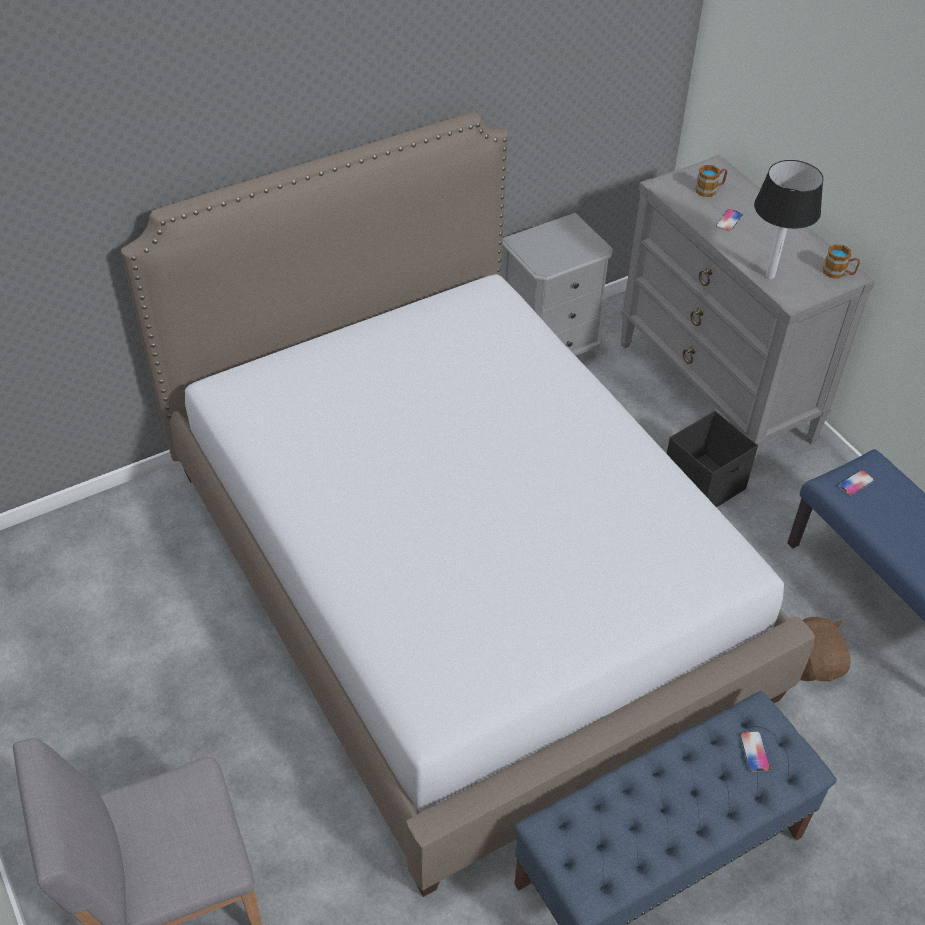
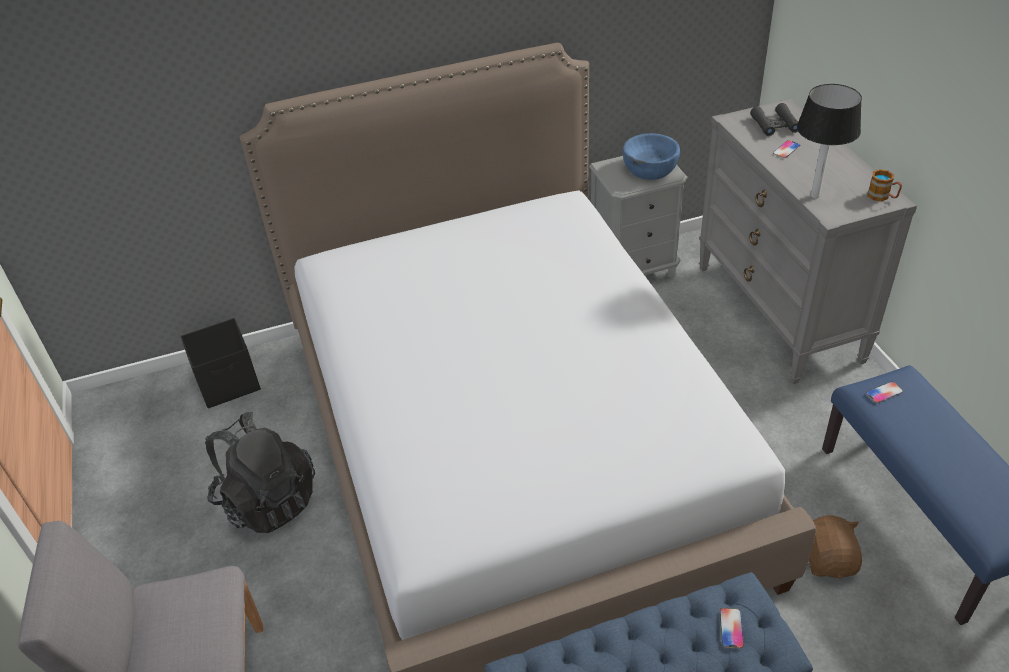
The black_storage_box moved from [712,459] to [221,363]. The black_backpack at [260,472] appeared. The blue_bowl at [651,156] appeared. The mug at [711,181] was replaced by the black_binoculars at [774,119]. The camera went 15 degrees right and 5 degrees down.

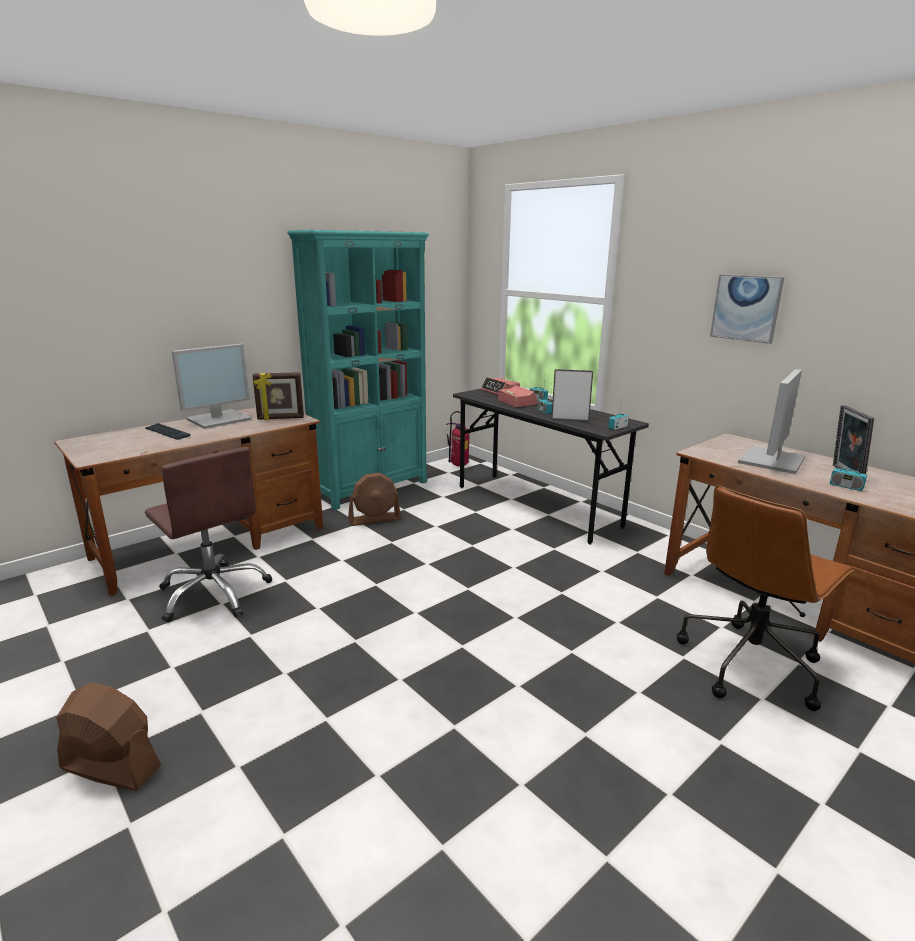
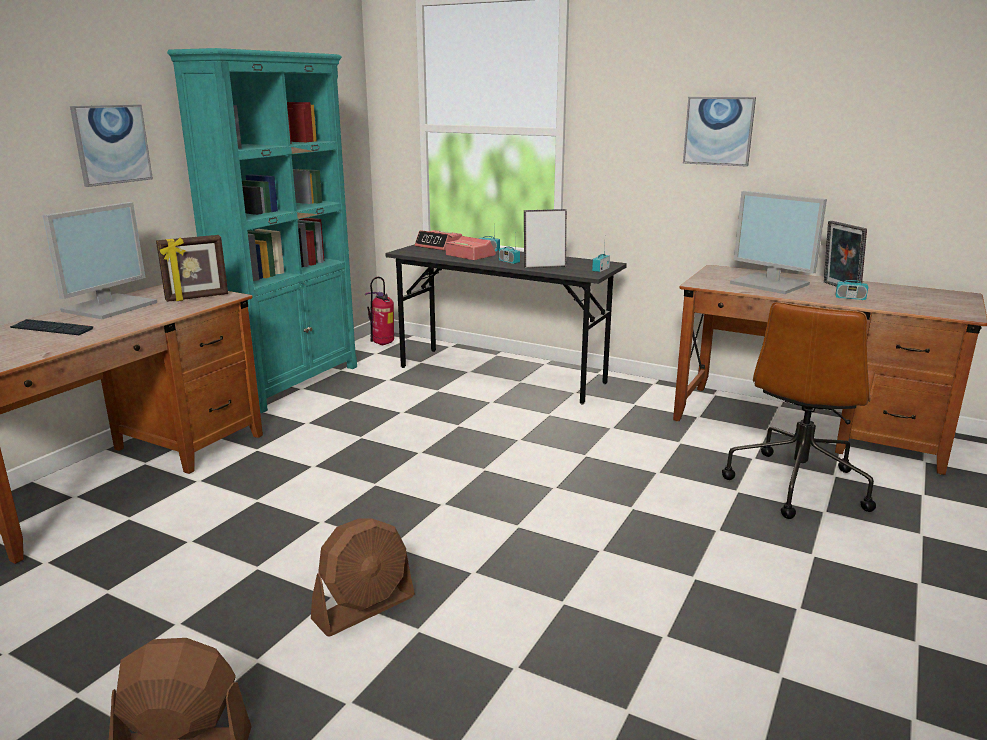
The picture at [111,145] appeared. The brown_fan moved from [374,499] to [363,577]. The monitor at [771,421] turned 60 degrees counterclockwise. The brown_office_chair at [208,534] disappeared. The camera went 20 degrees left and 0 degrees up.

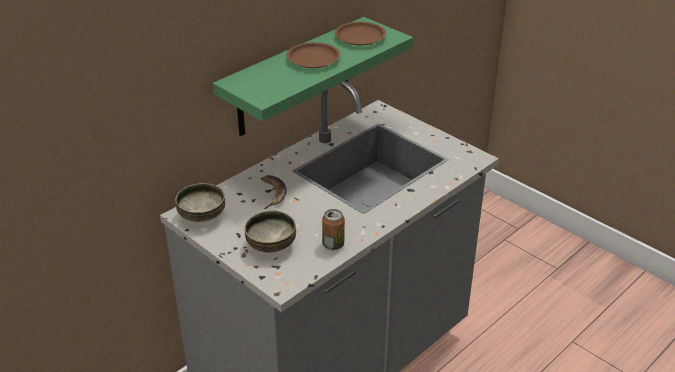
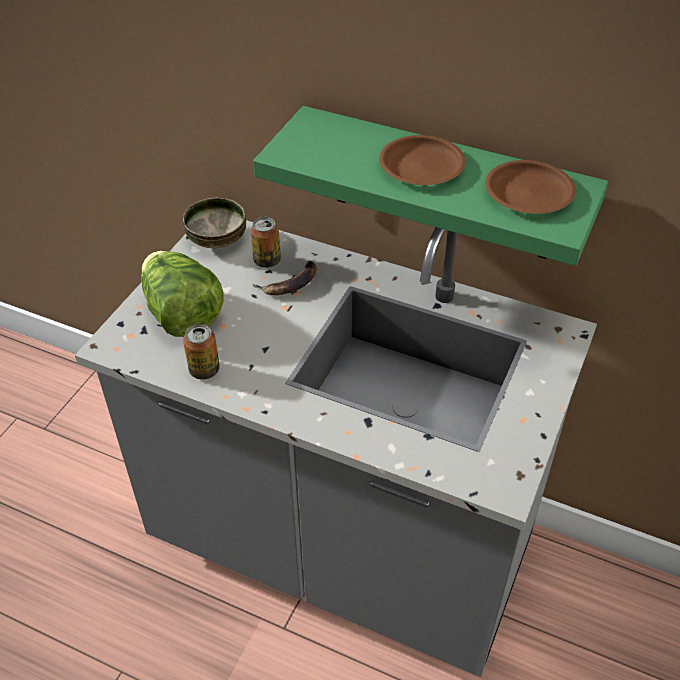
The bowl at [270,231] was replaced by the lettuce at [182,294]. The can at [265,242] appeared. The camera went 70 degrees right and 10 degrees up.

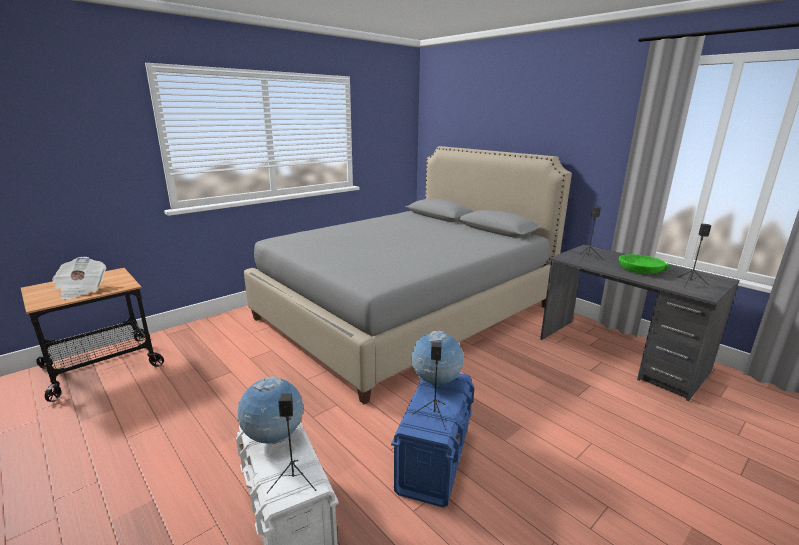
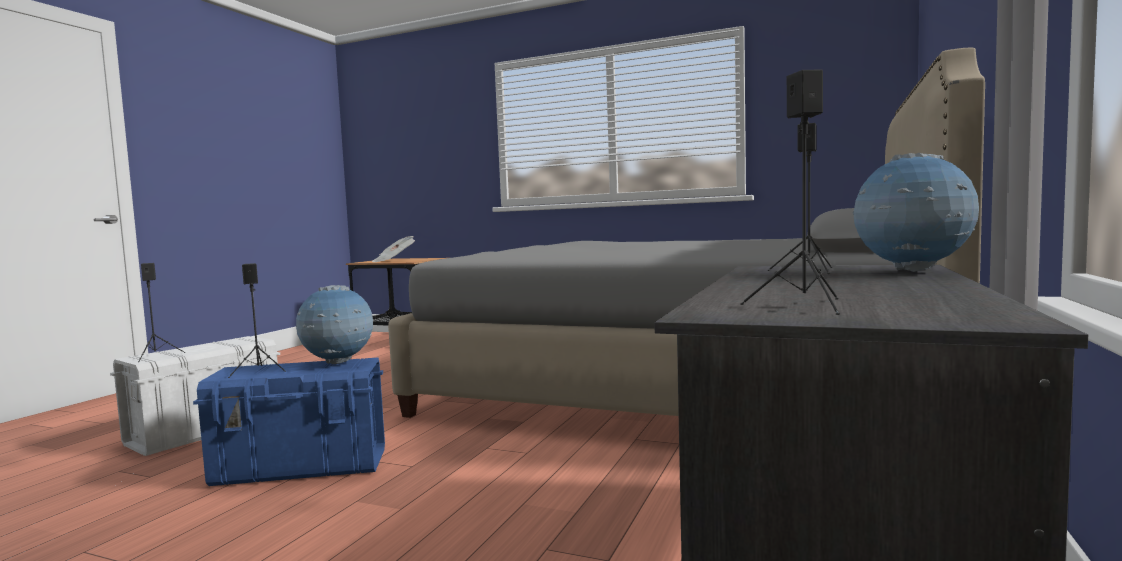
The globe moved from [270,410] to [915,212]. The green_bowl at [644,264] disappeared. The camera went 65 degrees right and 15 degrees down.

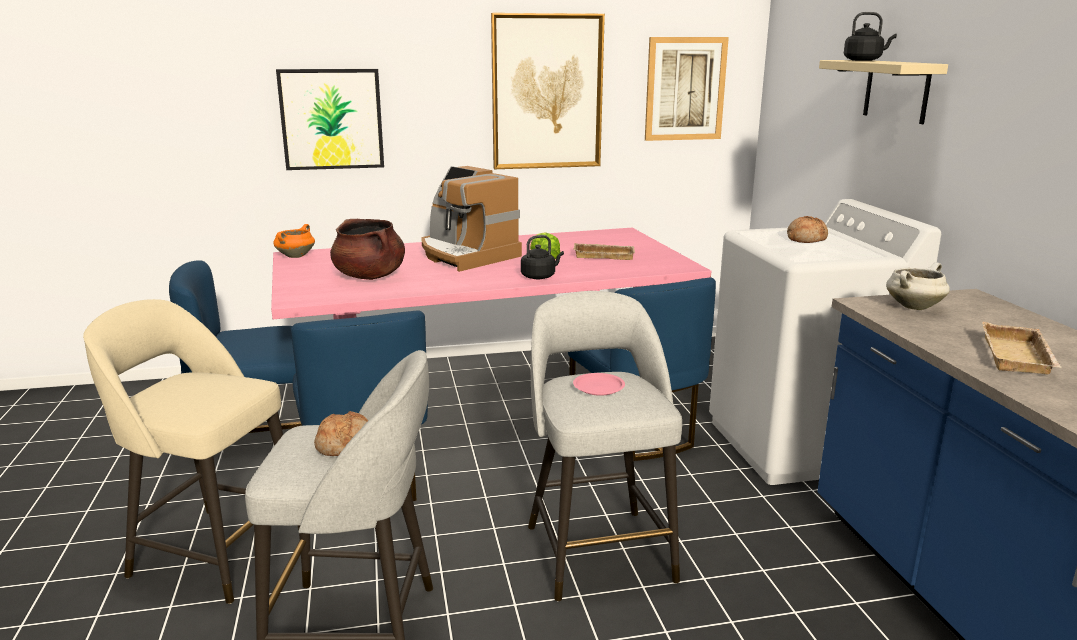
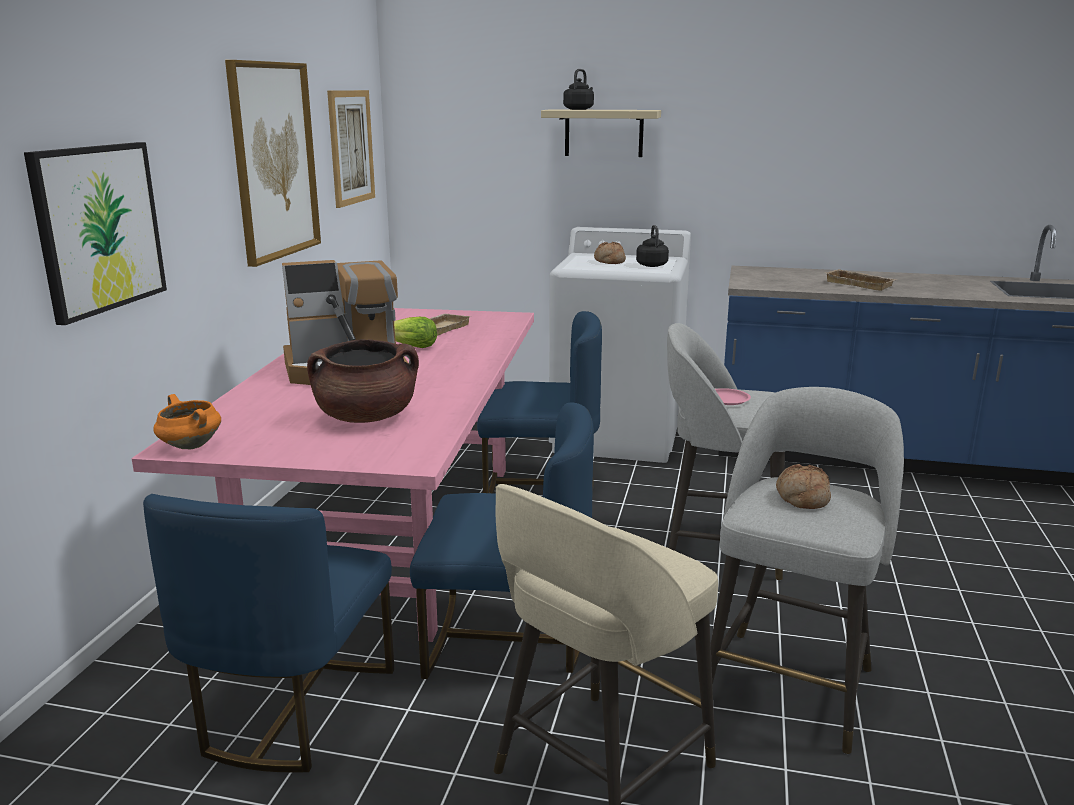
The black_kettle moved from [542,257] to [652,246]. The white_cooking_pot at [918,286] disappeared. The camera went 65 degrees left and 0 degrees up.

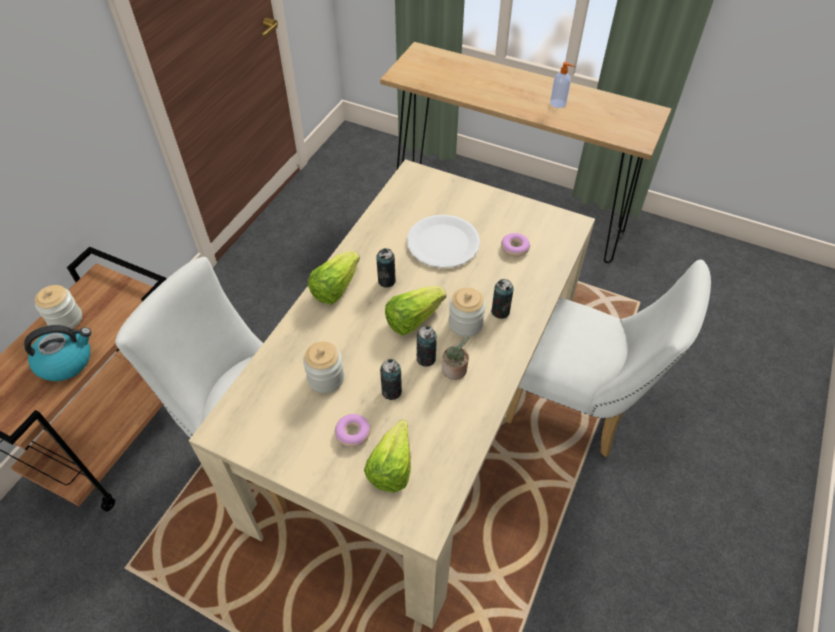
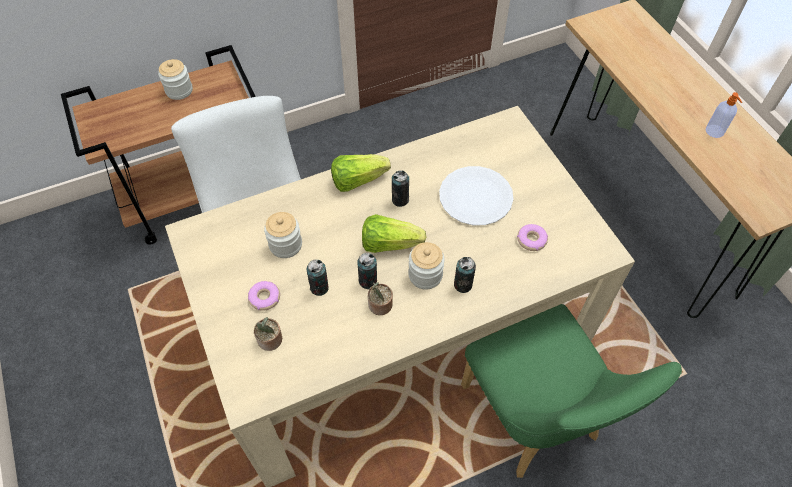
The lettuce at [387,456] was replaced by the potted_plant at [268,334]. The white_chair at [608,358] became the green_chair at [571,391]. The kettle at [57,353] disappeared. The camera went 40 degrees right and 5 degrees up.

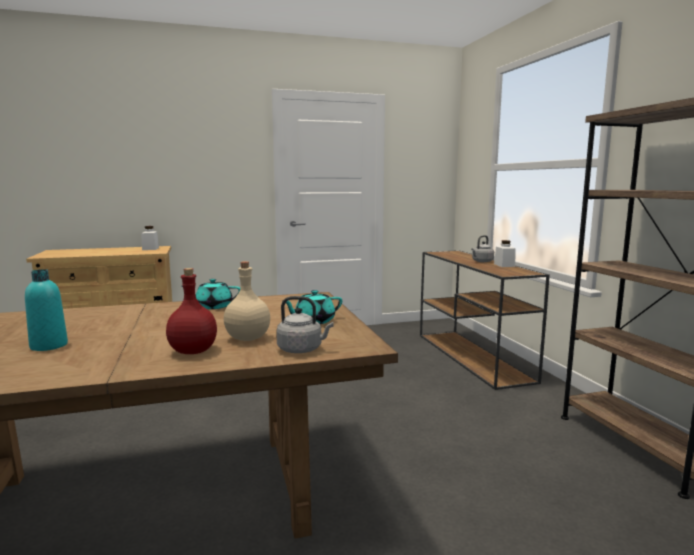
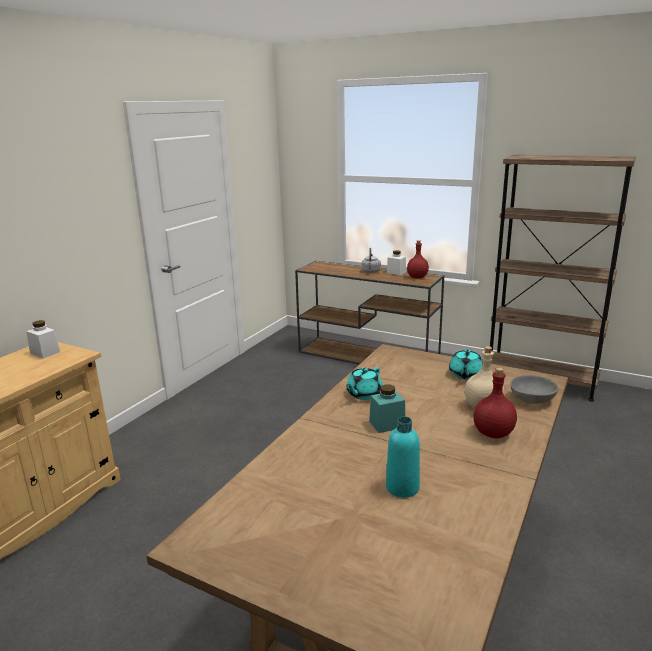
The turquoise_jar at [387,408] appeared. The red_bottle at [418,259] appeared. The grey_kettle at [305,324] was replaced by the grey_bowl at [534,389]. The camera went 45 degrees left and 10 degrees up.

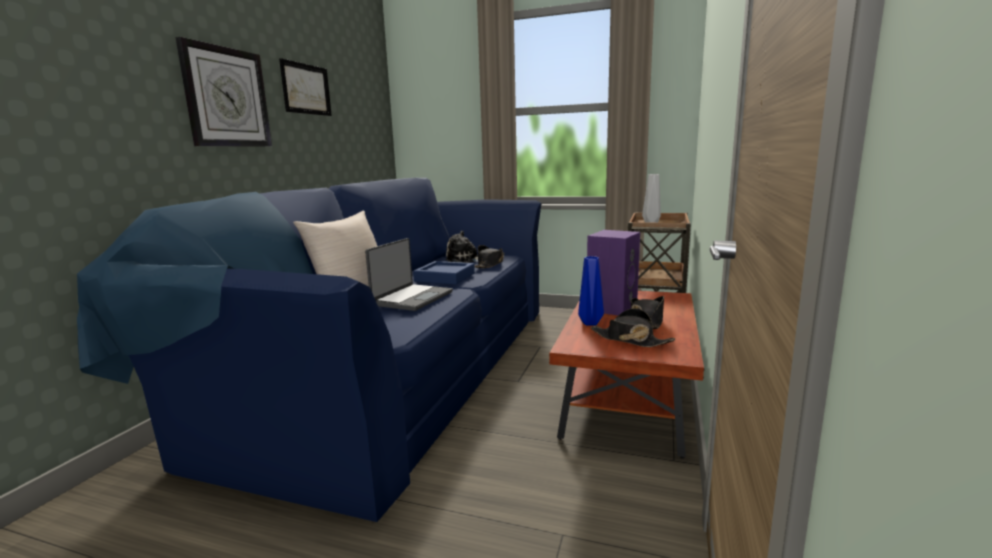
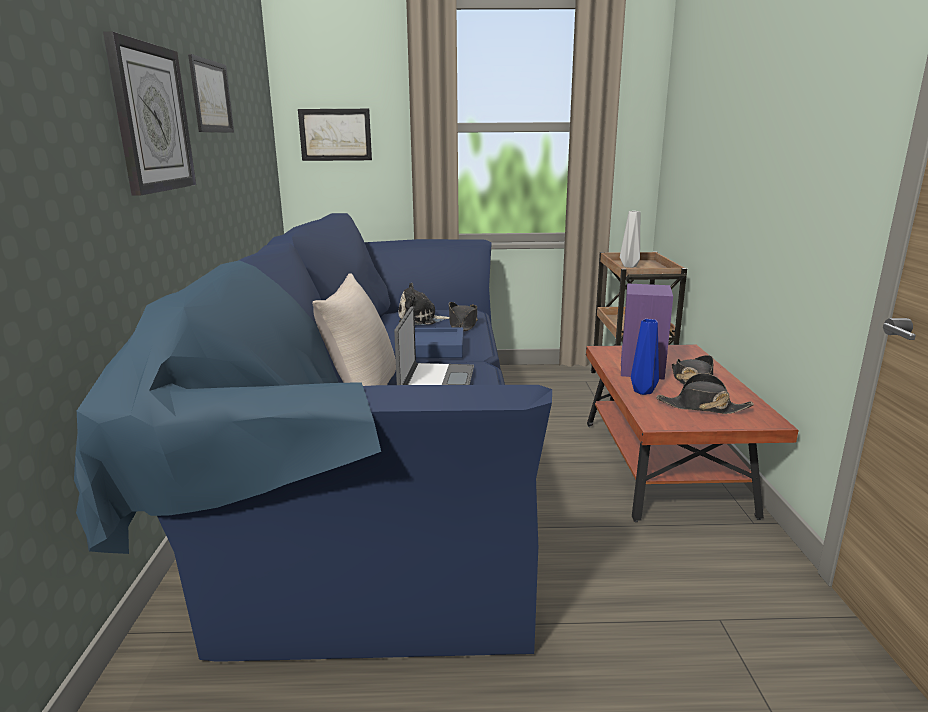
The picture at [335,135] appeared. The camera went 20 degrees left and 5 degrees up.

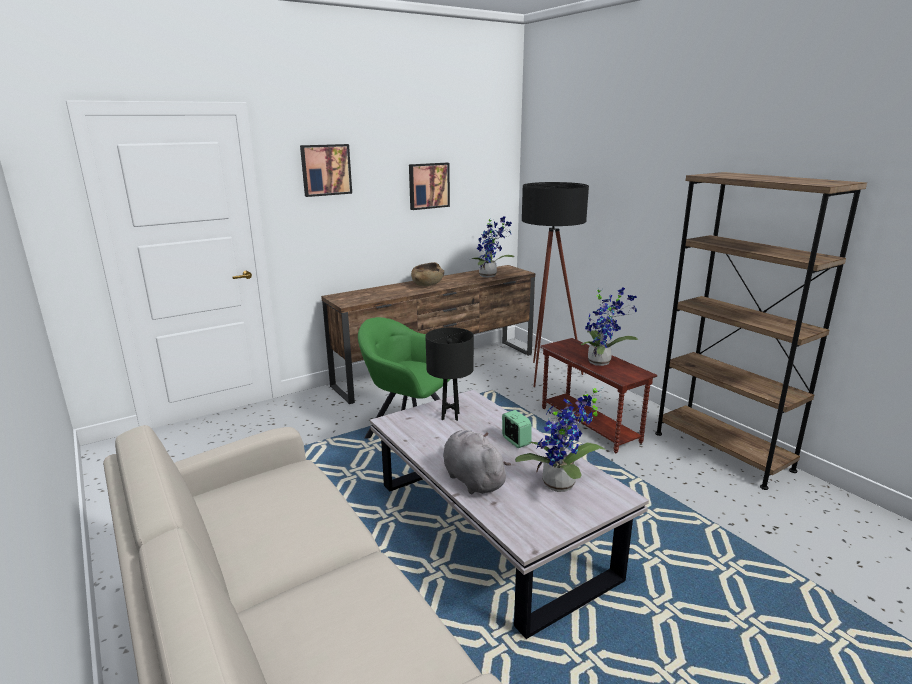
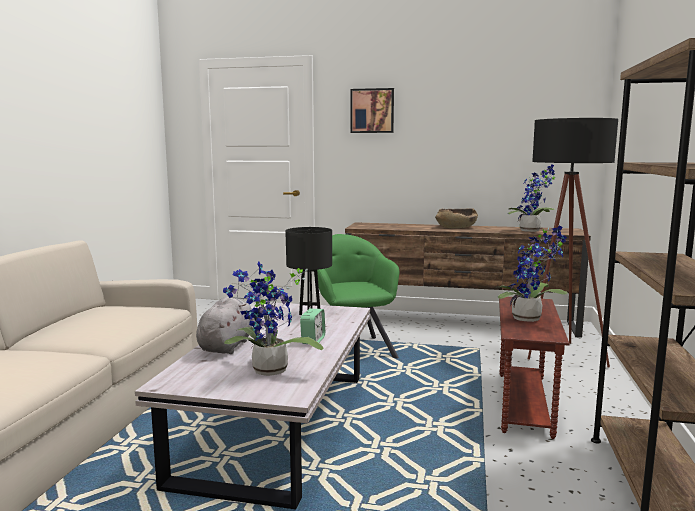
The picture at [429,186] disappeared. The camera went 45 degrees right and 10 degrees down.

